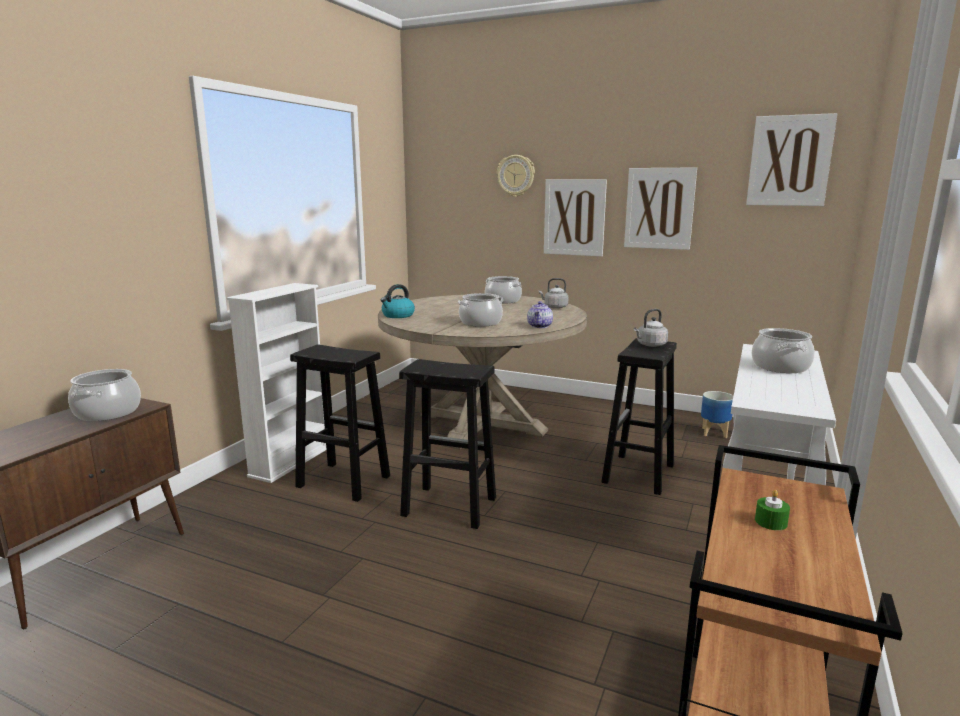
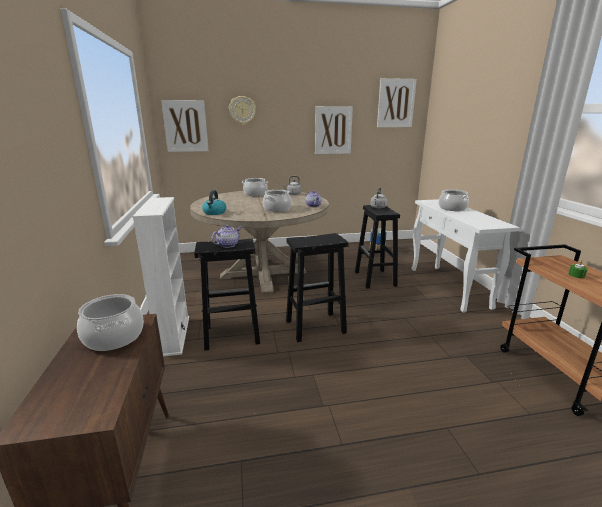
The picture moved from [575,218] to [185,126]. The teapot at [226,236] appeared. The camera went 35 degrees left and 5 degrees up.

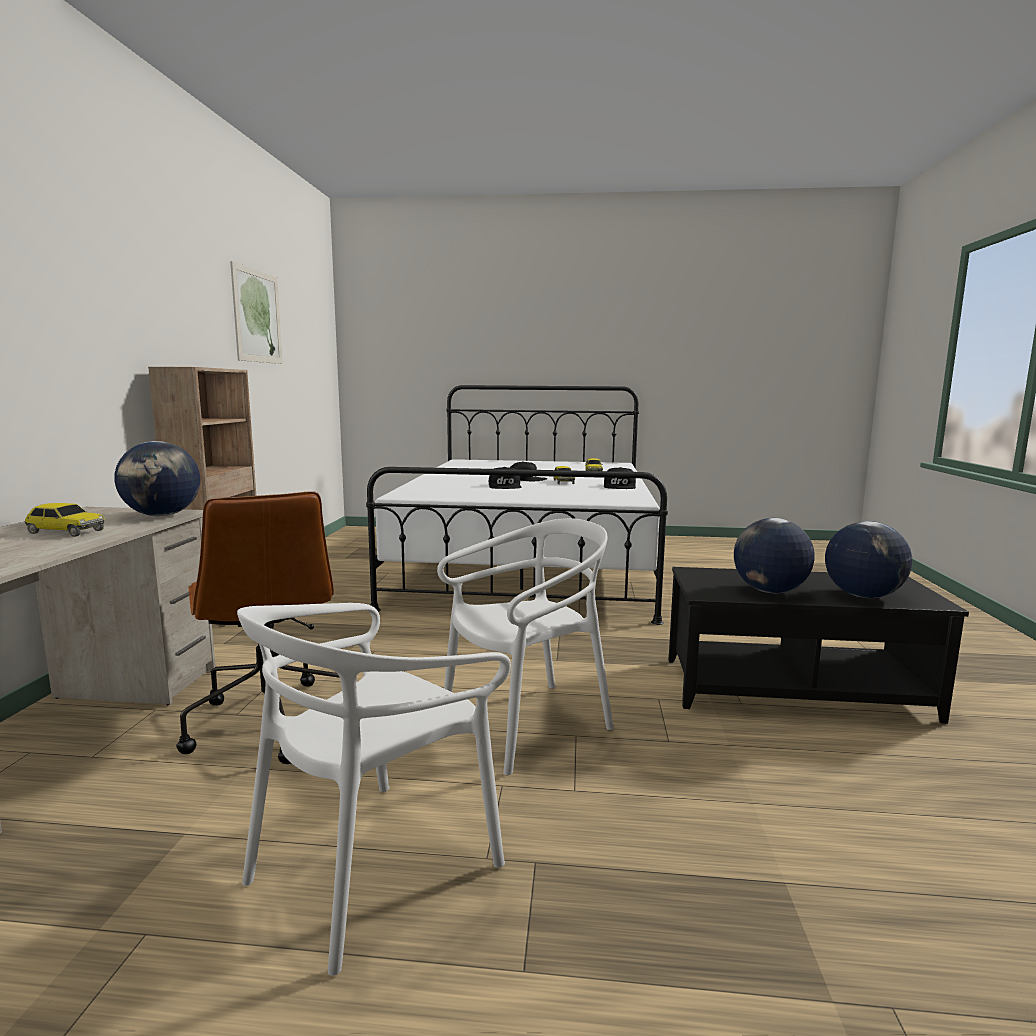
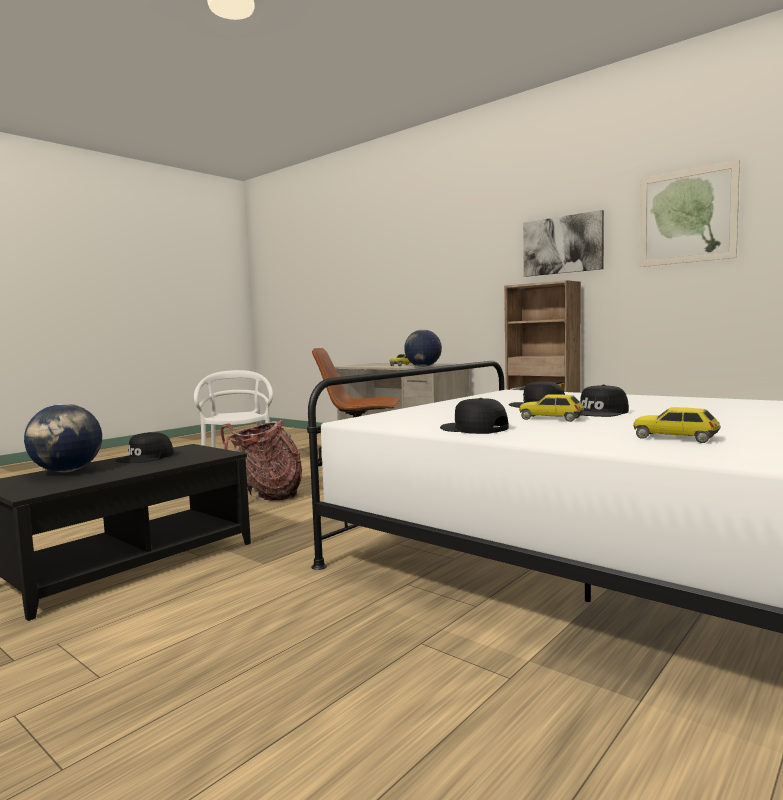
The globe at [774,555] was replaced by the black_cap at [145,447]. The white_chair at [525,646] was replaced by the backpack at [261,460]. The picture at [563,243] appeared. The camera went 125 degrees right and 5 degrees down.

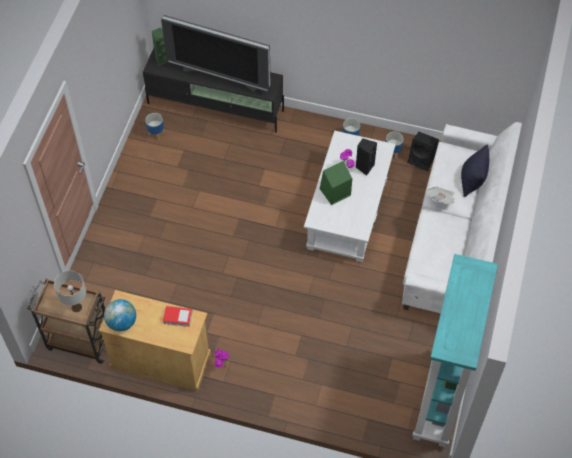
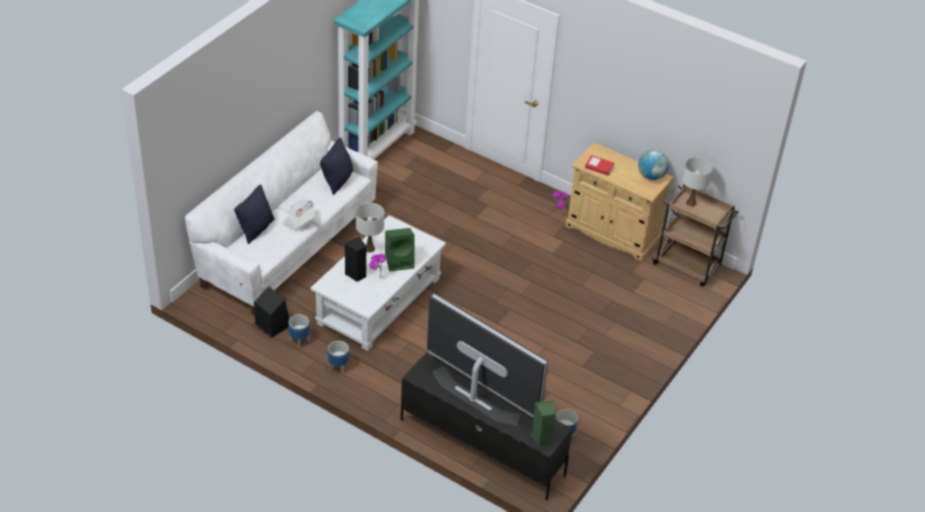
The black_pillow at [336,166] appeared. The white_table_lamp at [370,228] appeared. The camera went 165 degrees left and 15 degrees down.

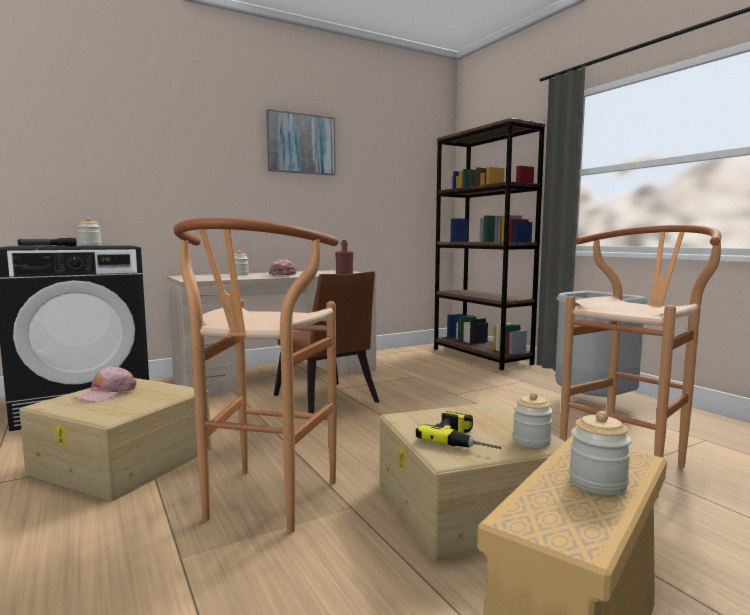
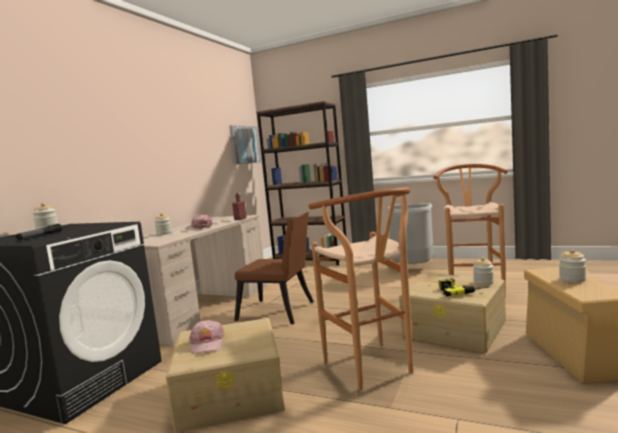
The picture moved from [301,142] to [245,145]. The camera went 35 degrees left and 0 degrees up.

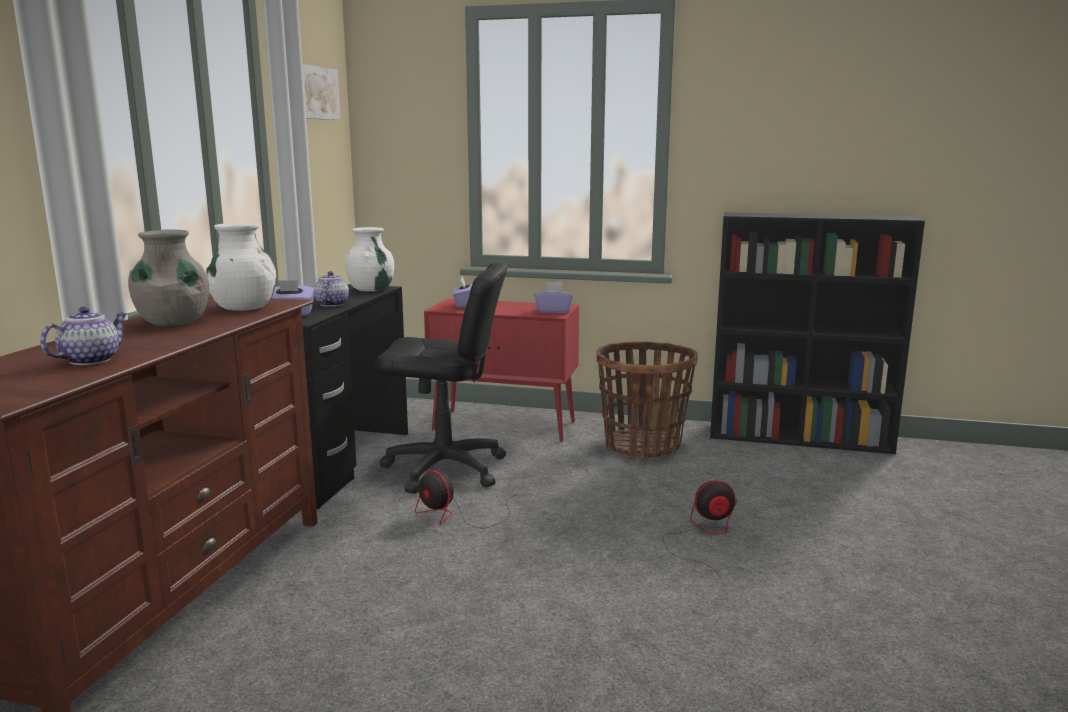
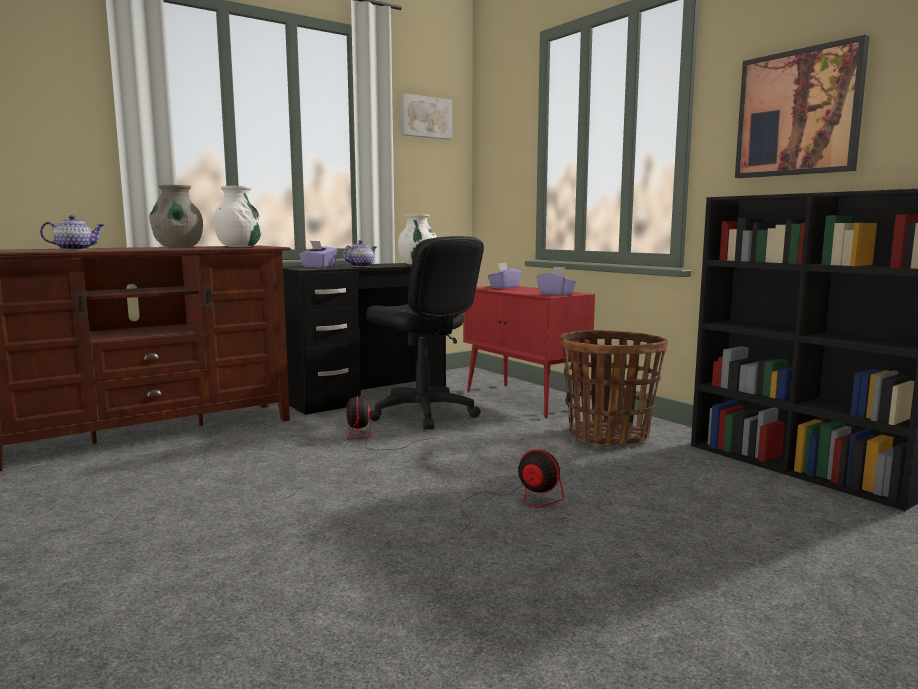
The picture at [802,106] appeared. The camera went 40 degrees right and 5 degrees down.

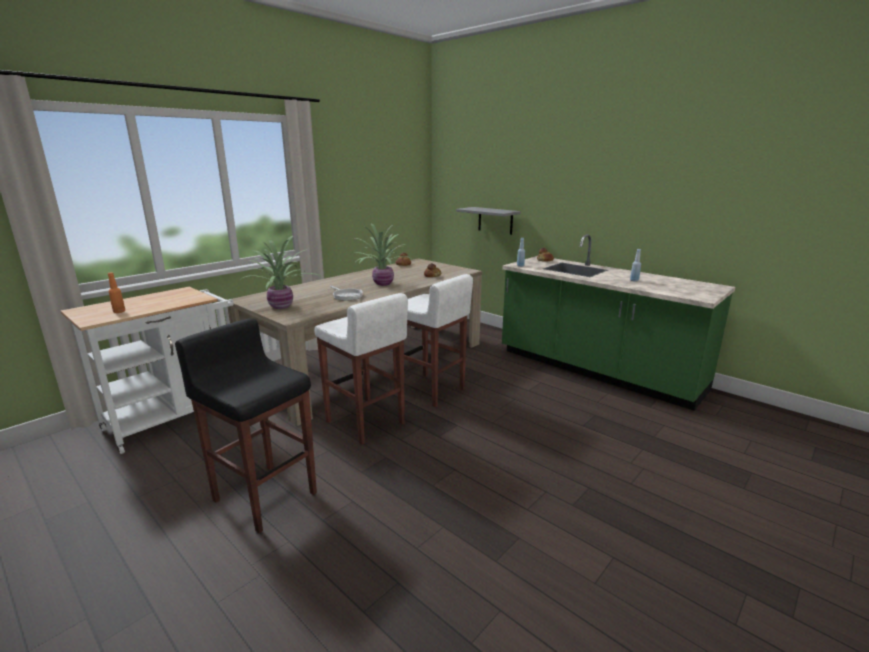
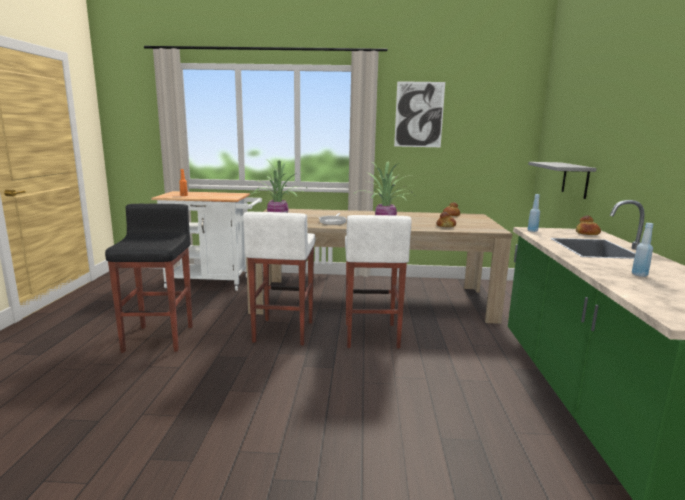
The picture at [419,114] appeared. The camera went 50 degrees right and 5 degrees down.

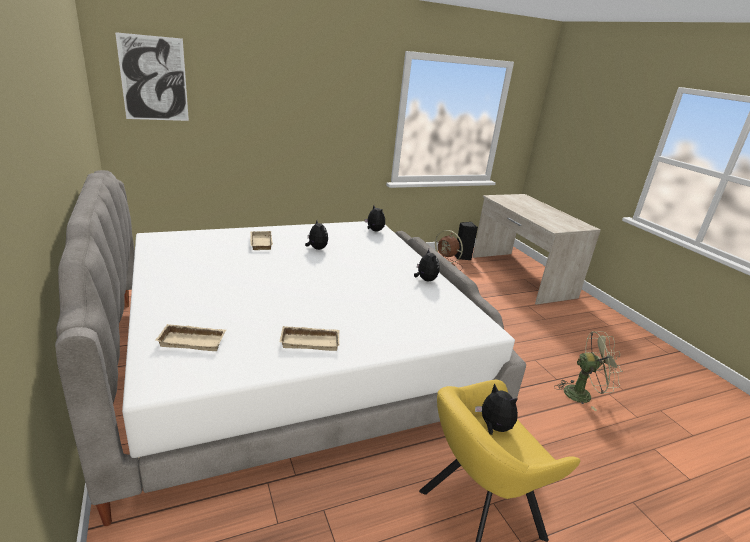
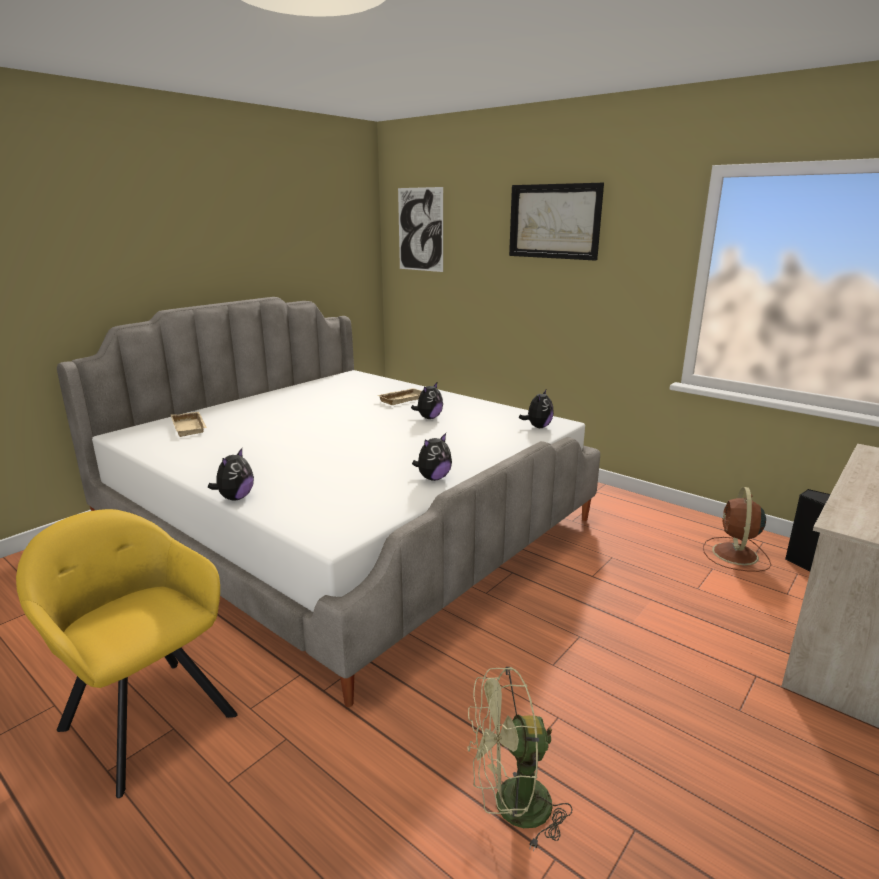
The plush_toy moved from [496,409] to [231,474]. The green_fan at [588,371] turned 105 degrees clockwise. The picture at [556,222] appeared. The beige_tray at [309,338] disappeared. The camera went 65 degrees right and 5 degrees down.

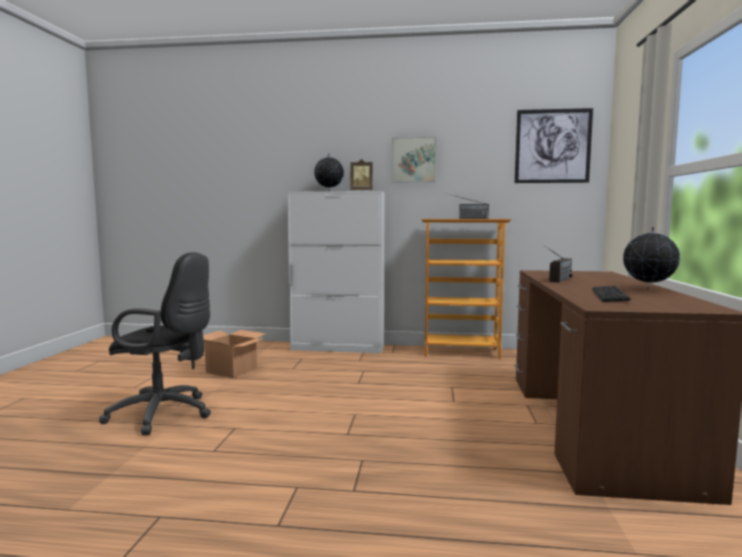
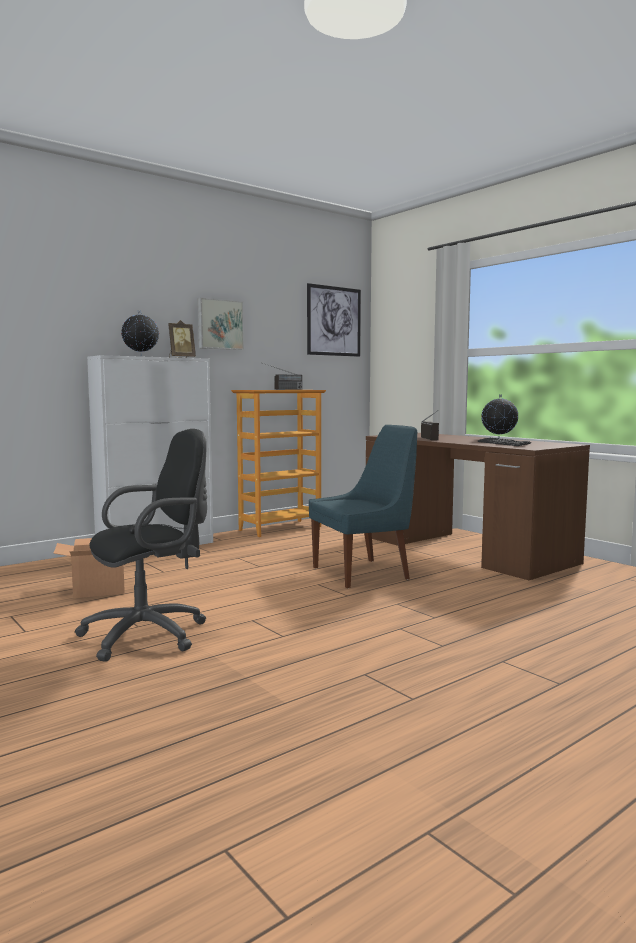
The blue_chair at [363,506] appeared. The camera went 45 degrees left and 0 degrees up.

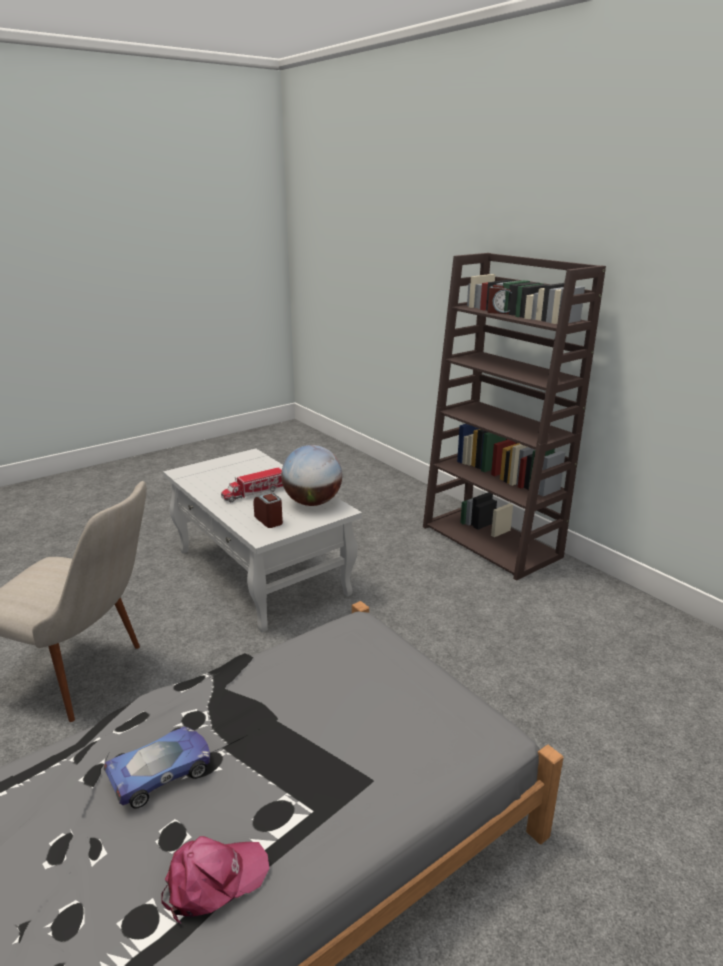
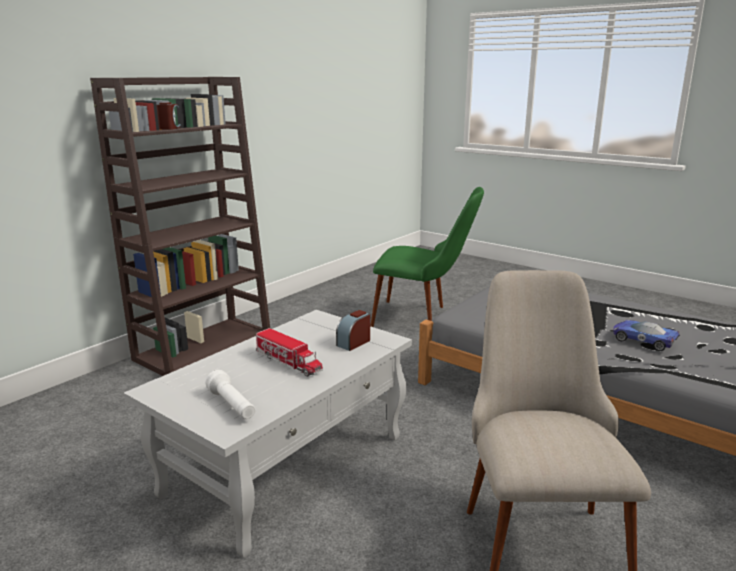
The white_flashlight at [230,394] appeared. The green_chair at [427,257] appeared. The pink_cap at [215,880] disappeared. The globe at [311,475] disappeared. The camera went 105 degrees left and 5 degrees down.

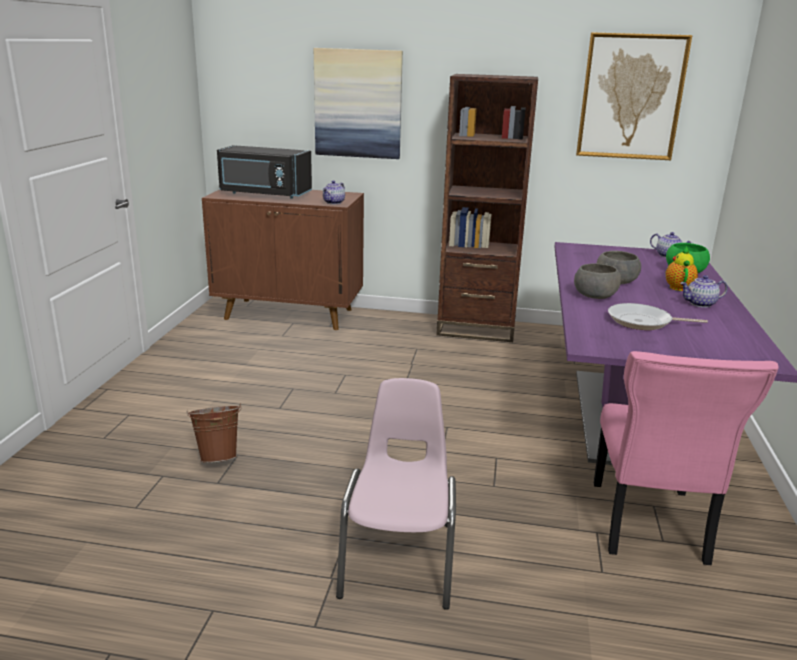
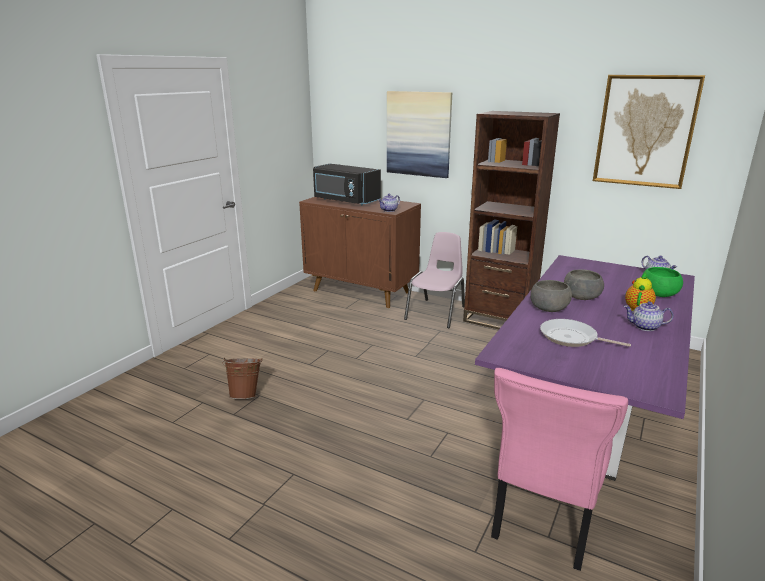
The pink_chair moved from [396,494] to [434,280]. The camera went 20 degrees right and 0 degrees up.

